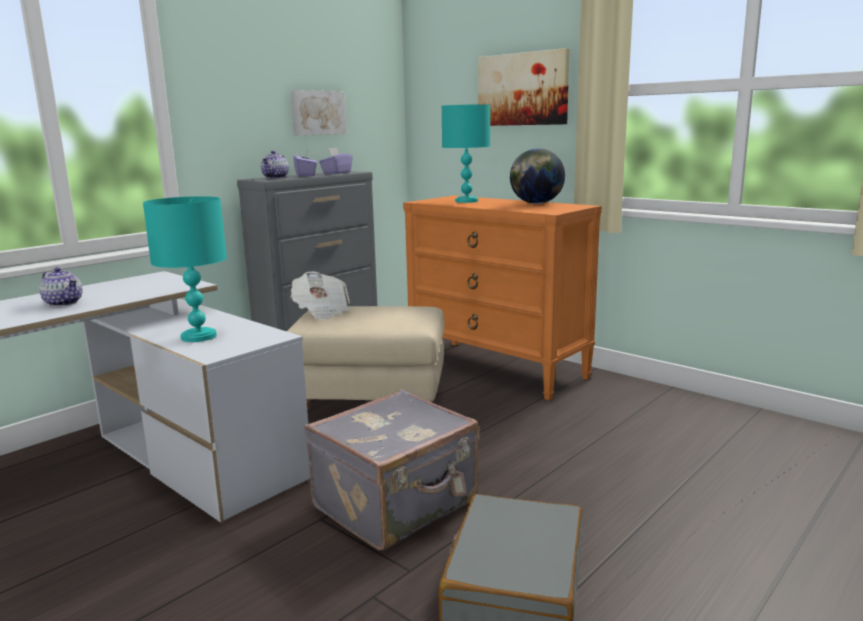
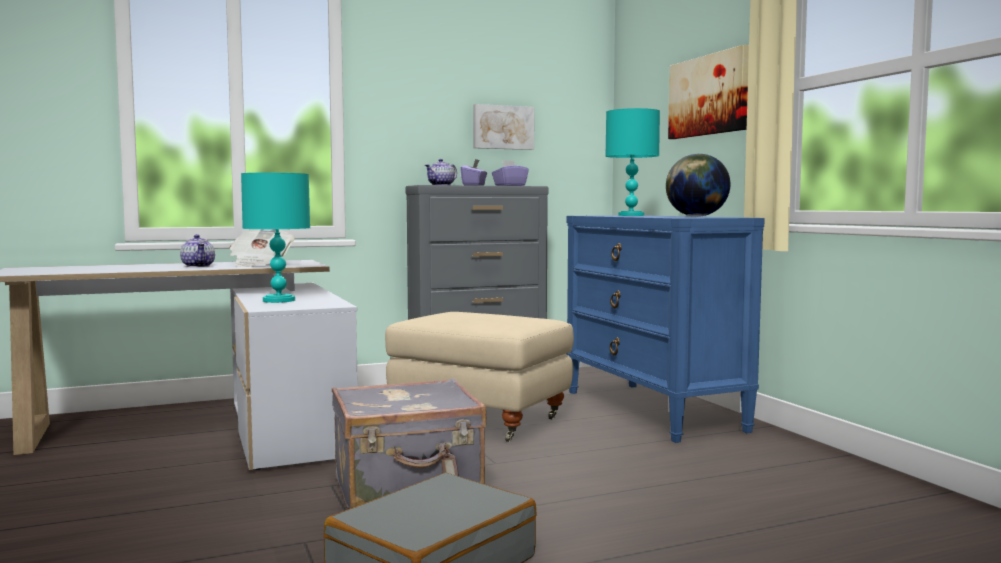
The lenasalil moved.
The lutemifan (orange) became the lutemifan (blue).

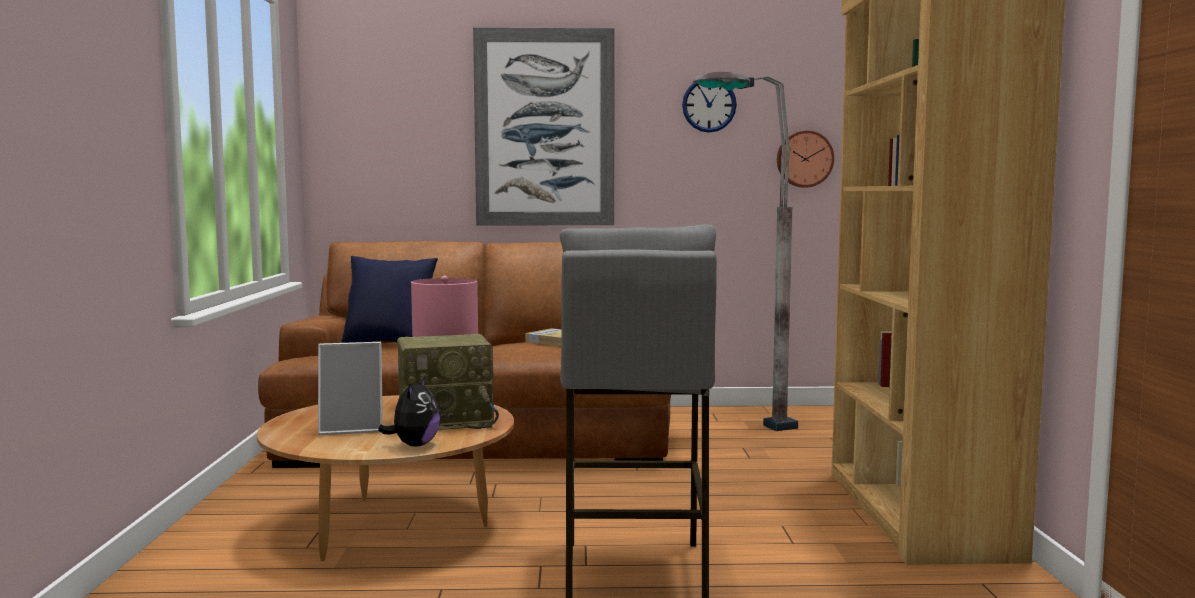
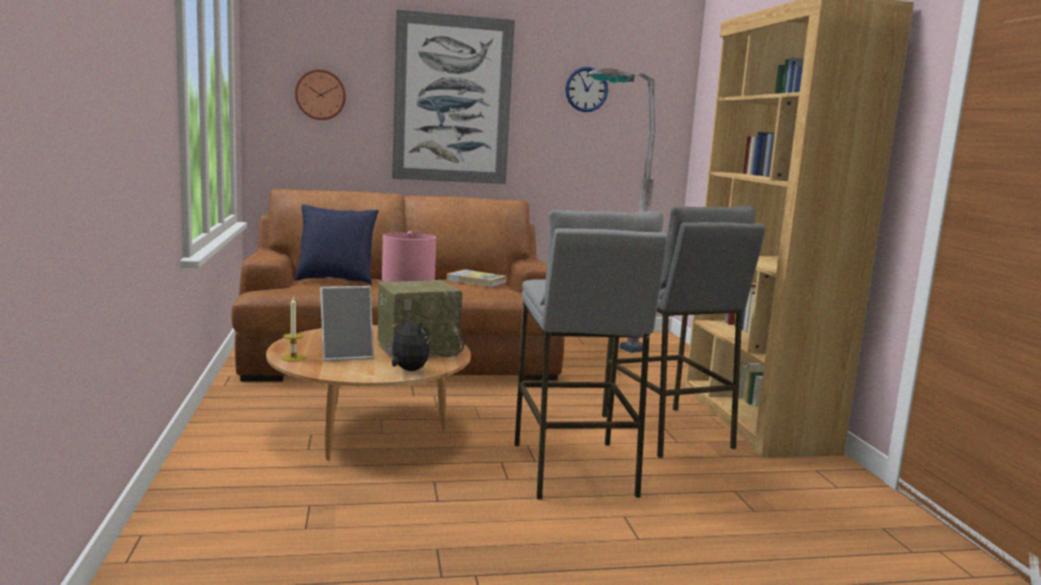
The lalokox appeared.
The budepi (no. 2 from left in the first image) moved.
The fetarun turned 45 degrees counterclockwise.
The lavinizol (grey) (no. 2 from left) appeared.

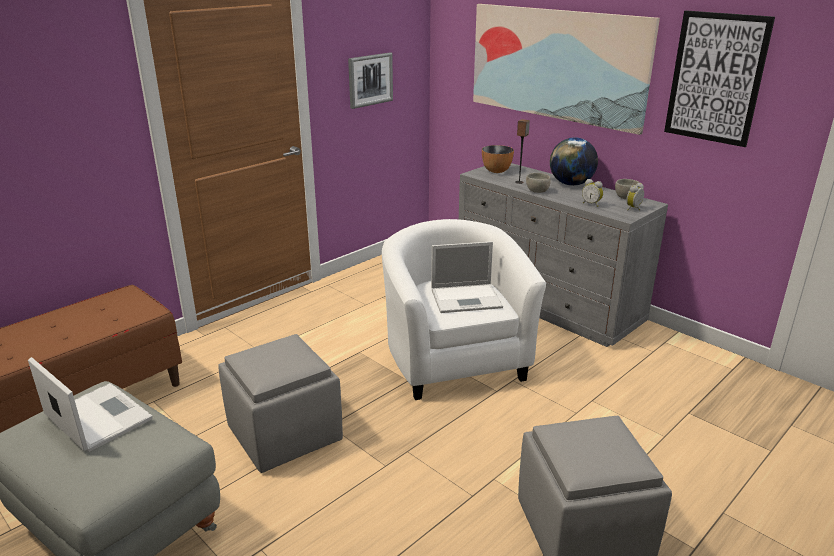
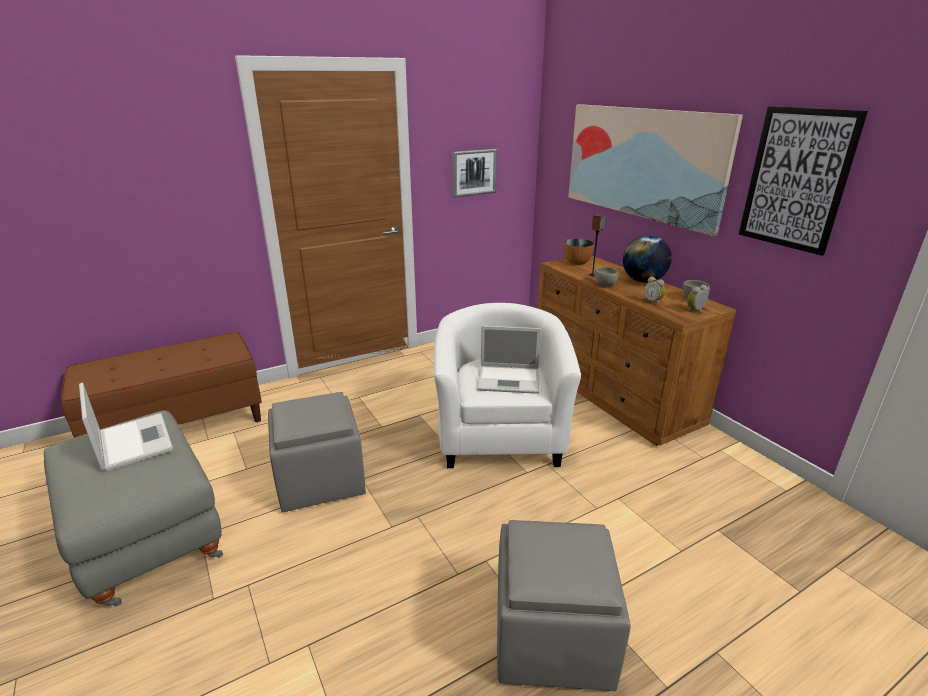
The lutemifan (grey) became the lutemifan (brown).

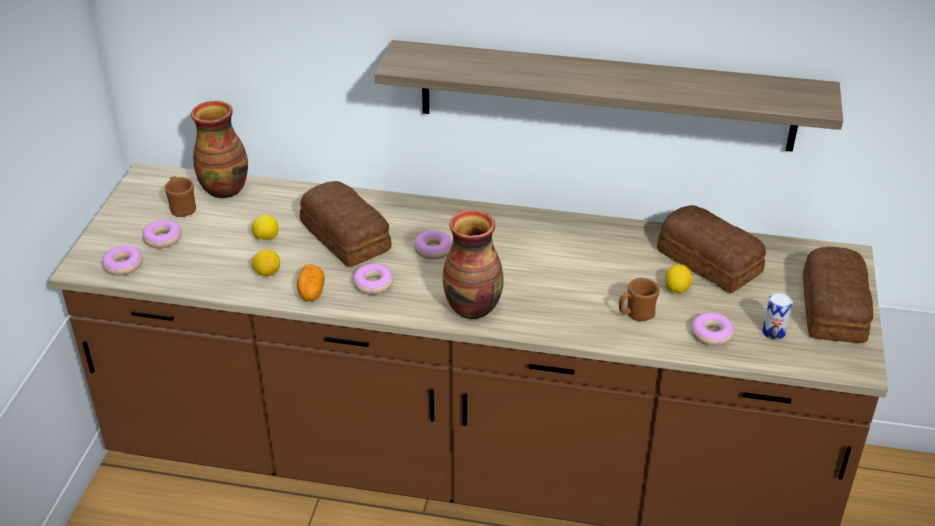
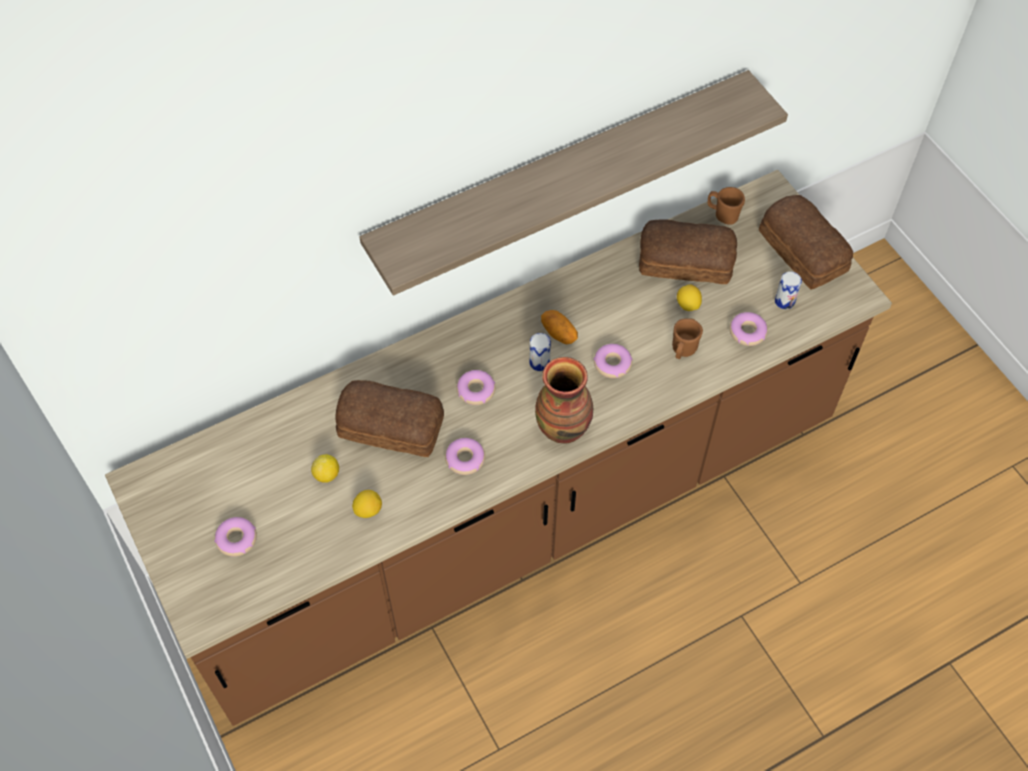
The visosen (no. 1 from left) appeared.
The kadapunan moved.
The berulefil (no. 1 from left in the first image) moved.
The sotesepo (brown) (no. 1 from left in the first image) moved.
The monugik (no. 1 from left) disappeared.

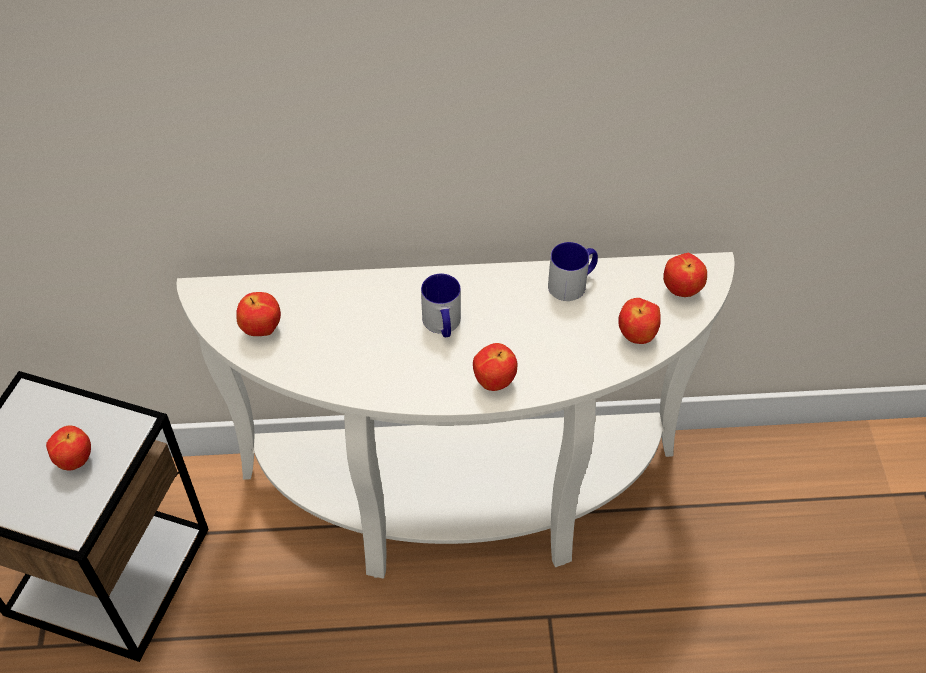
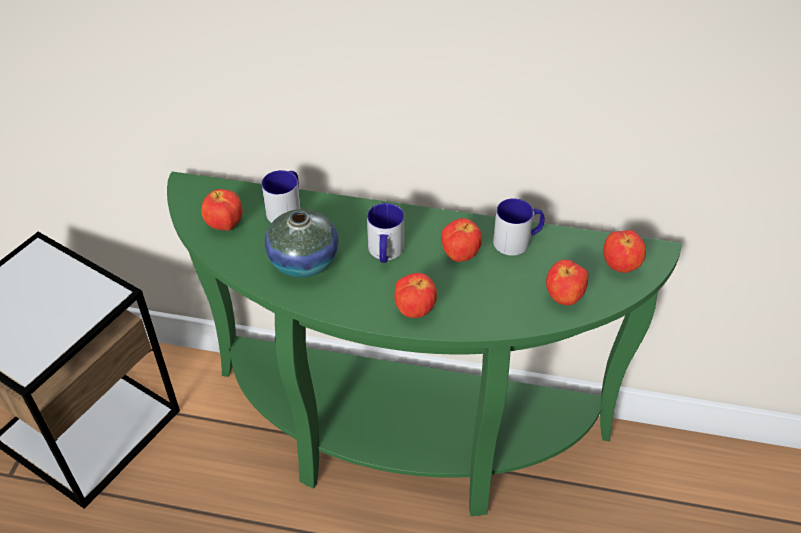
The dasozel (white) became the dasozel (green).
The sotesepo (no. 1 from left) appeared.
The monugik appeared.
The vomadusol (no. 1 from left in the first image) moved.

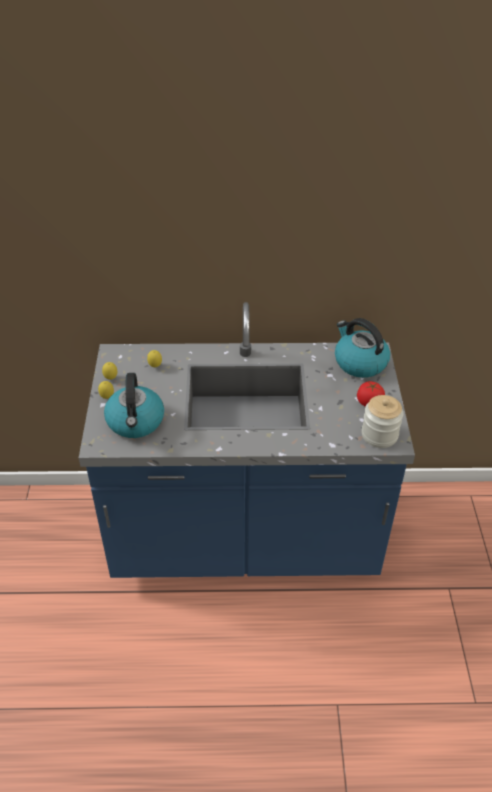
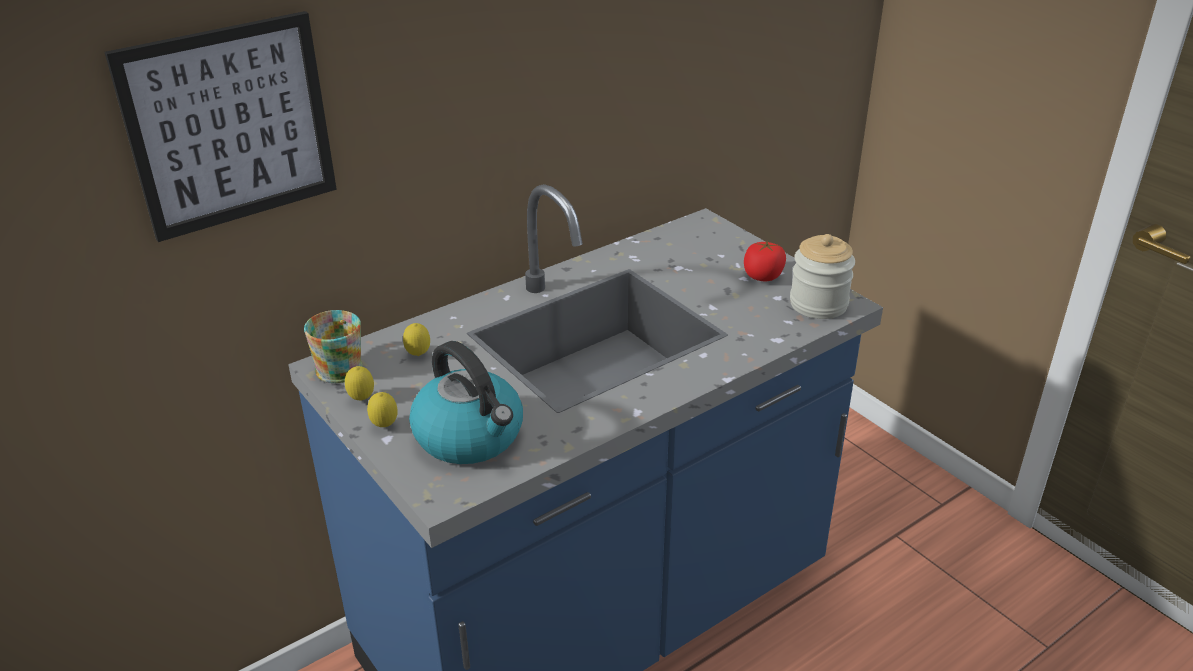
The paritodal appeared.
The sotesepo appeared.
The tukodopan (no. 2 from left) disappeared.

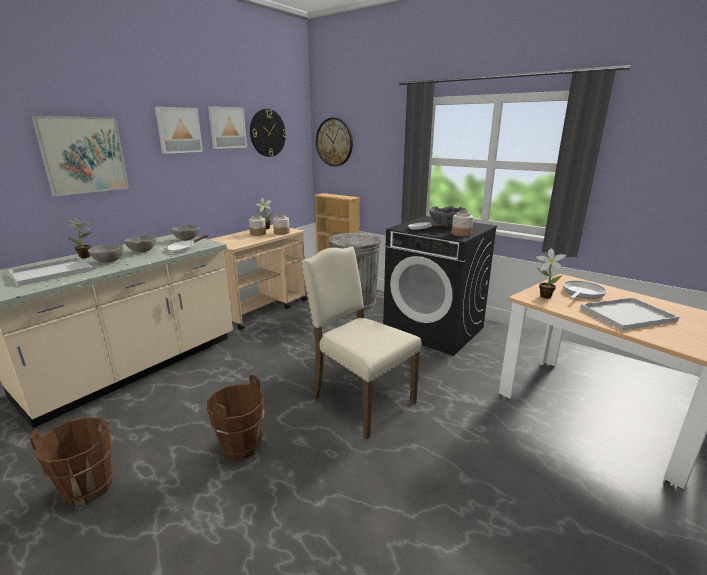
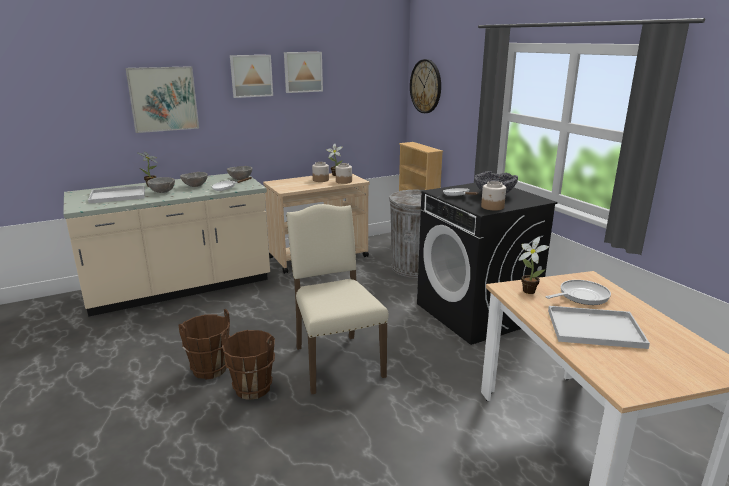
The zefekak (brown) (no. 1 from left in the first image) moved.
The budepi (no. 1 from left) disappeared.

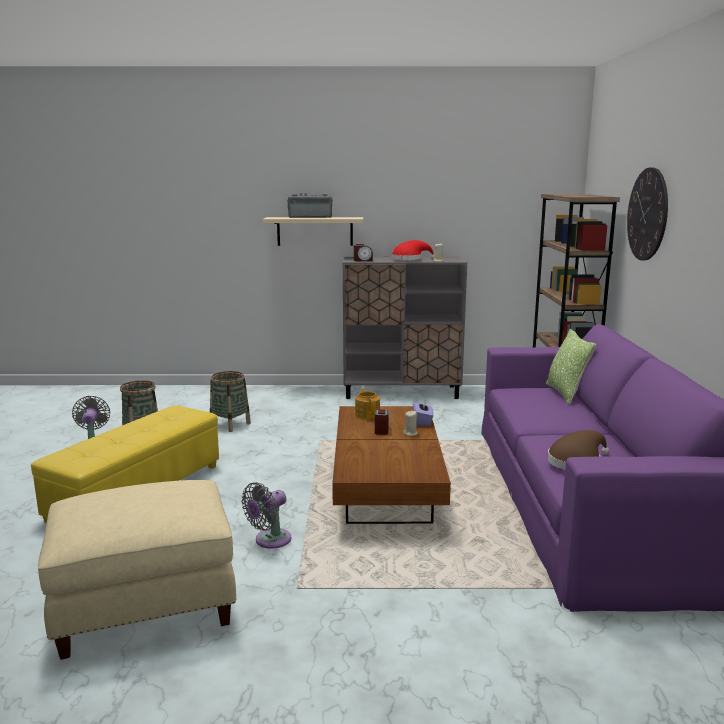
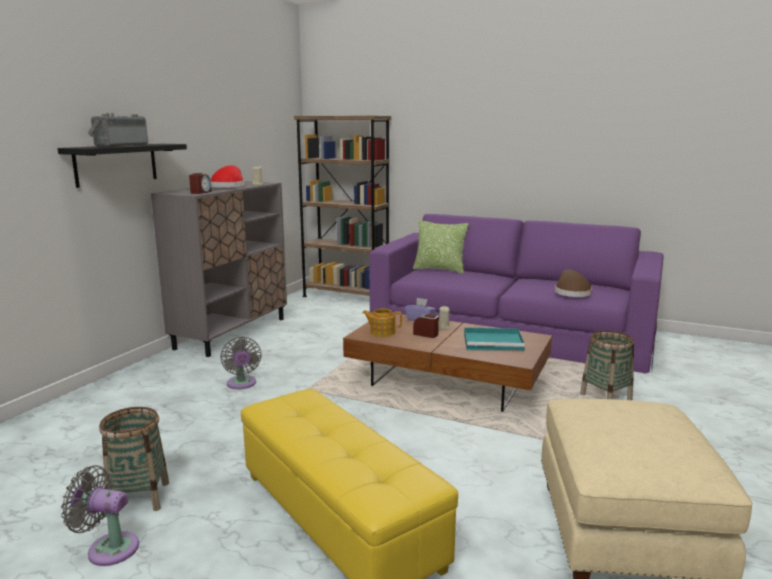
The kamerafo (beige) became the kamerafo (black).
The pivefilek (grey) (no. 2 from left) moved.
The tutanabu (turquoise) appeared.
The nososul (no. 2 from left) moved.
The budepi disappeared.

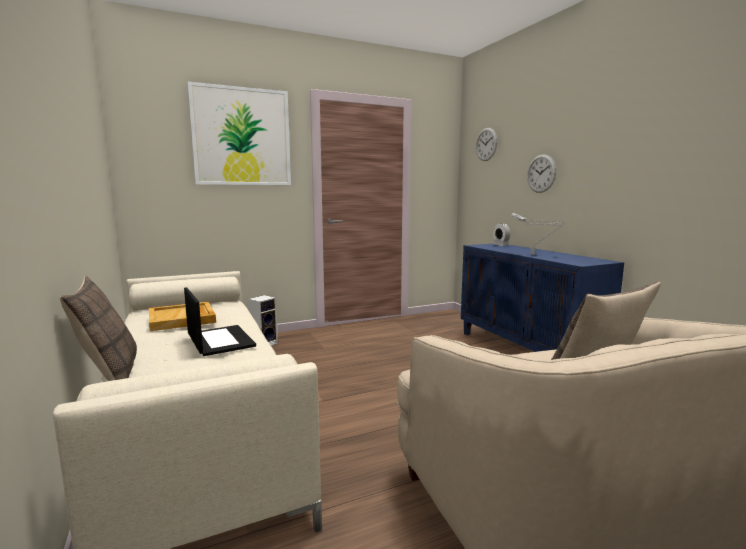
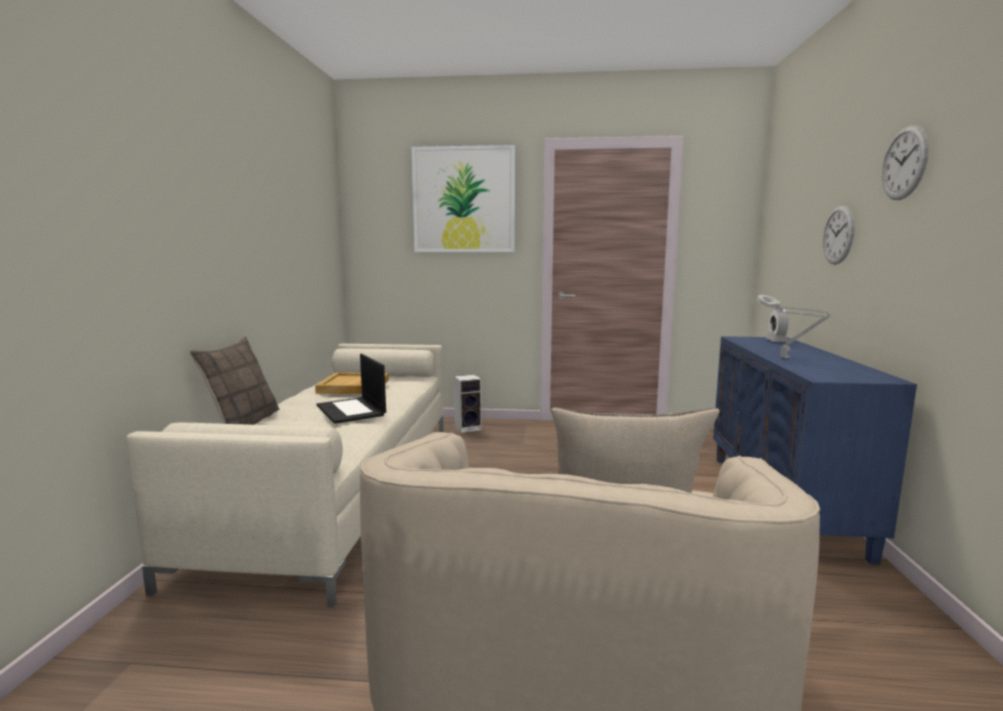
The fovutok turned 150 degrees clockwise.
The budepi (no. 1 from left in the first image) moved.

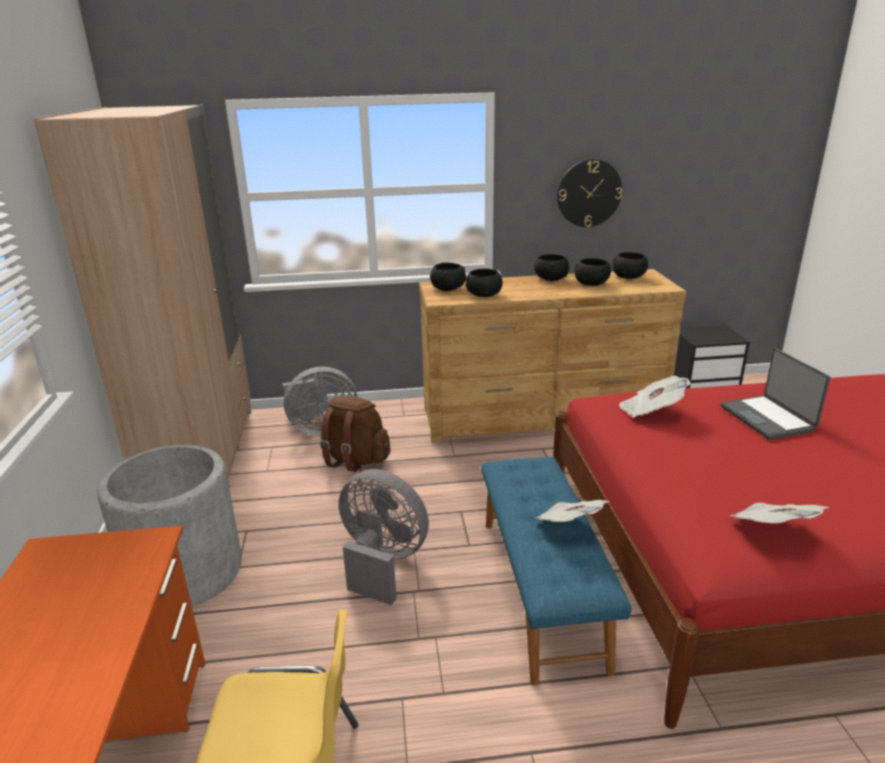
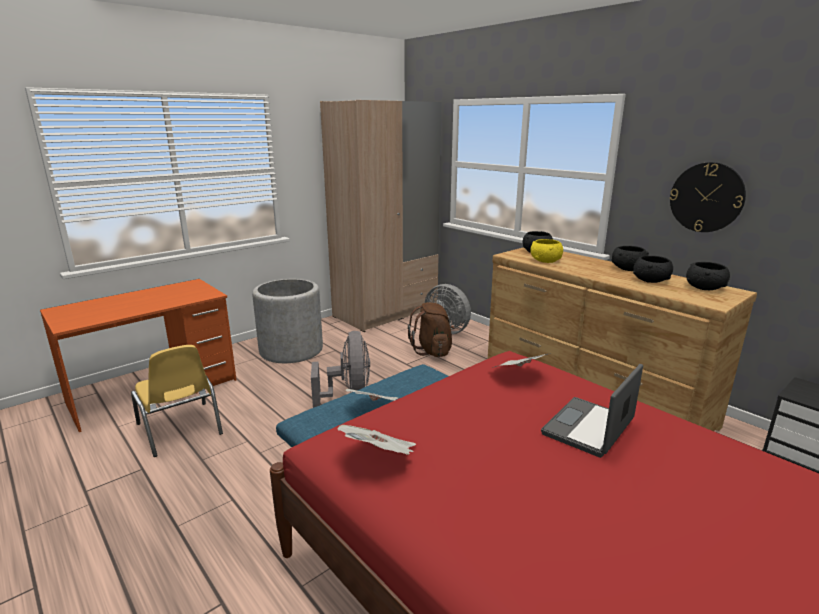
The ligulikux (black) (no. 2 from left) became the ligulikux (yellow).

